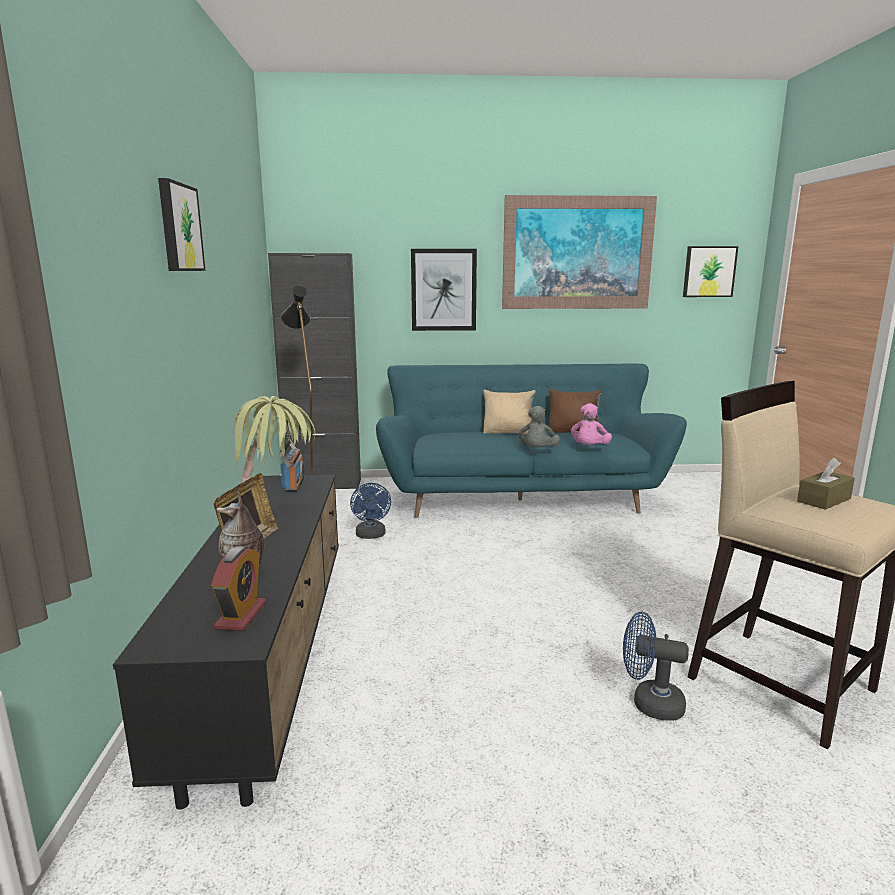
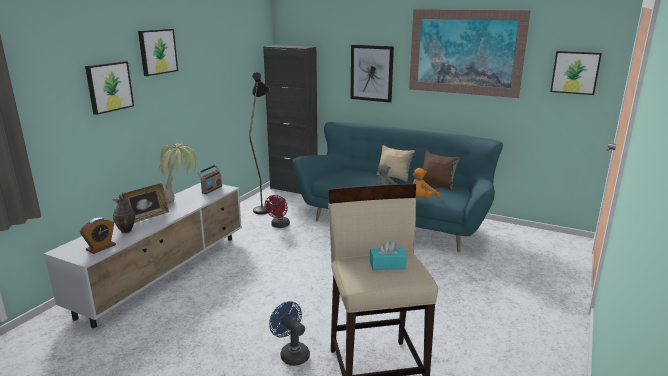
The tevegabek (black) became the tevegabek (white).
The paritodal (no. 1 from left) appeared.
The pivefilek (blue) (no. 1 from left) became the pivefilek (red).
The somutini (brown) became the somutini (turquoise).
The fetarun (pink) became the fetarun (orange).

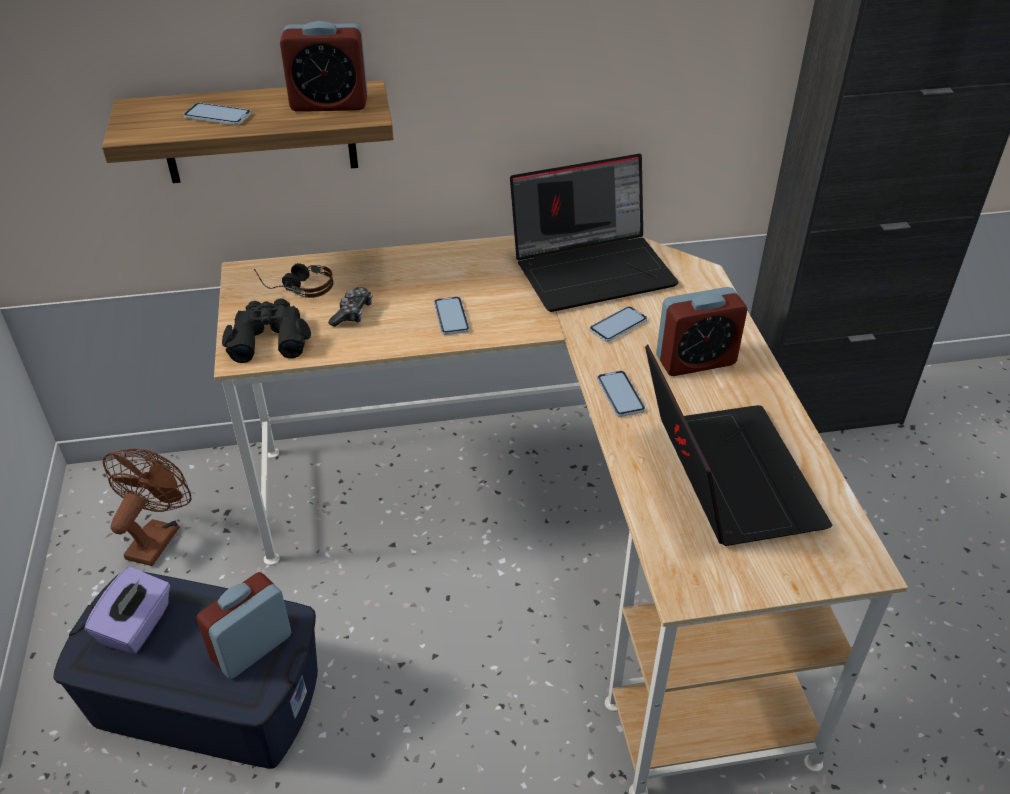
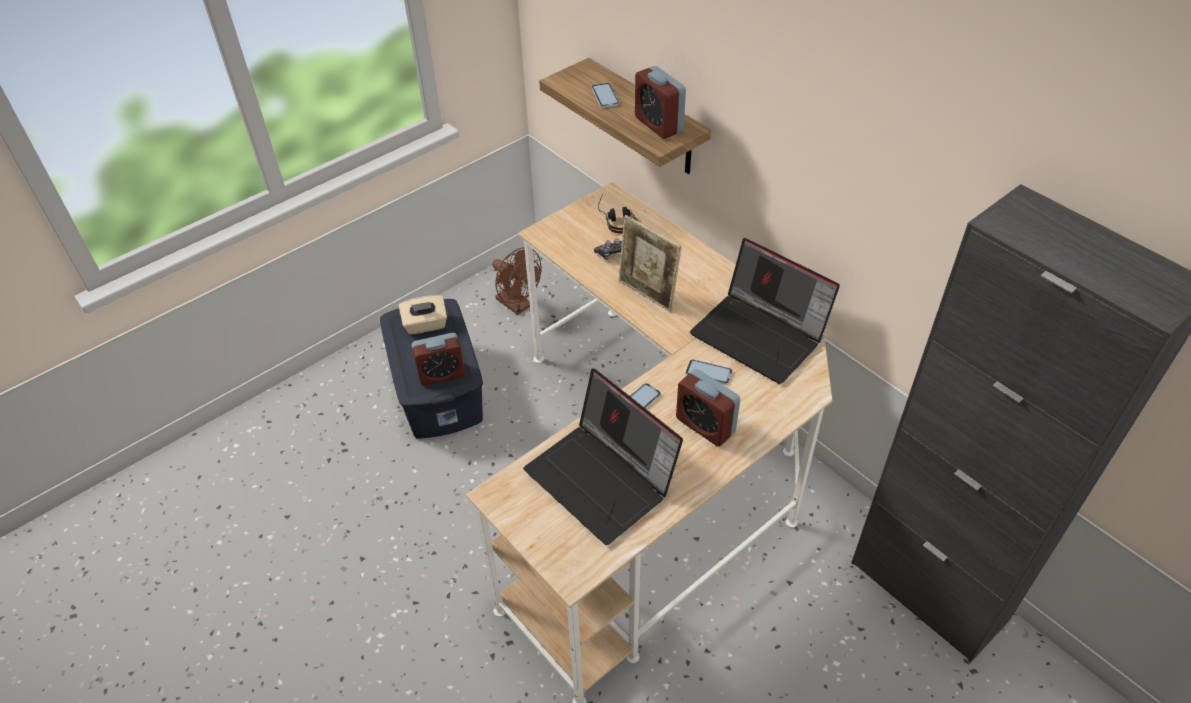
The somutini (purple) became the somutini (beige).
The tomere (no. 1 from left) turned 150 degrees clockwise.
The pivefilek (brown) turned 60 degrees clockwise.
The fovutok (no. 2 from left in the first image) turned 90 degrees clockwise.
The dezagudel (no. 2 from left) was replaced by the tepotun.
The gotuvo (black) disappeared.

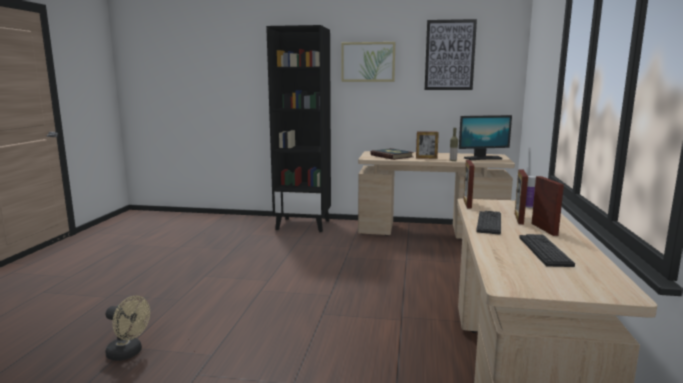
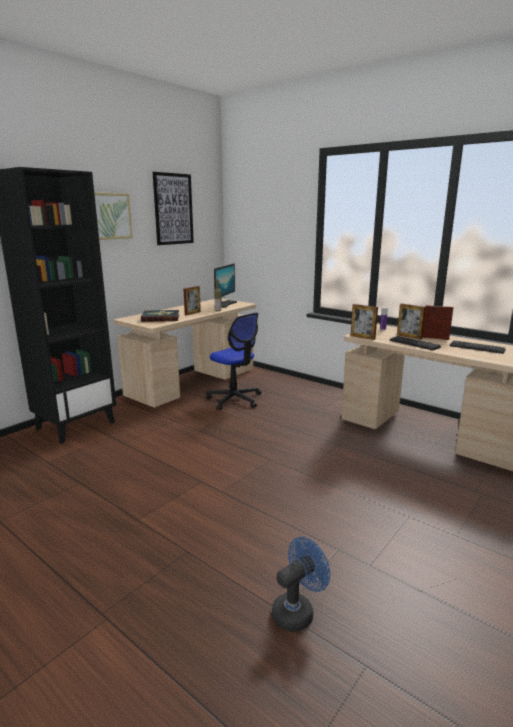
The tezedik appeared.
The pivefilek (beige) became the pivefilek (blue).

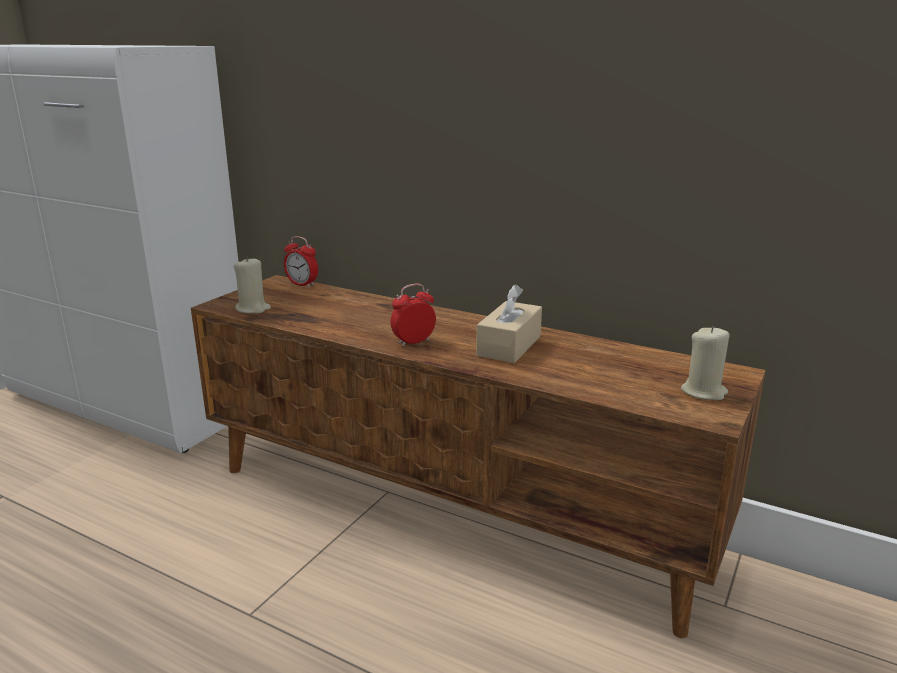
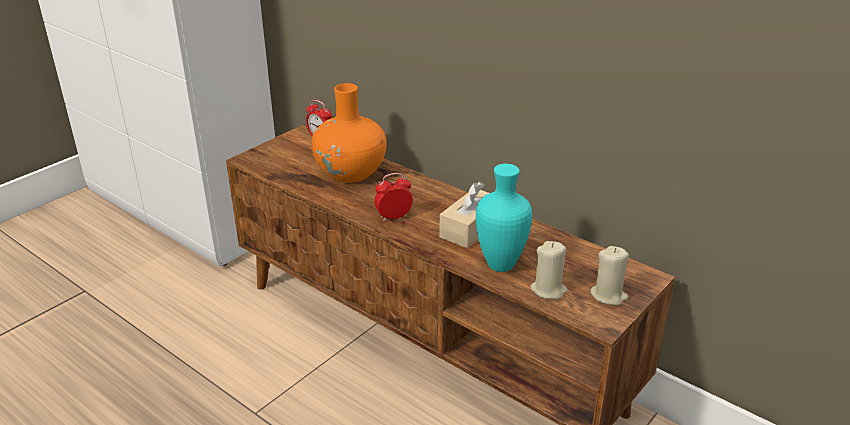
The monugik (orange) appeared.
The monugik (turquoise) appeared.
The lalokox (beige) (no. 1 from left) moved.

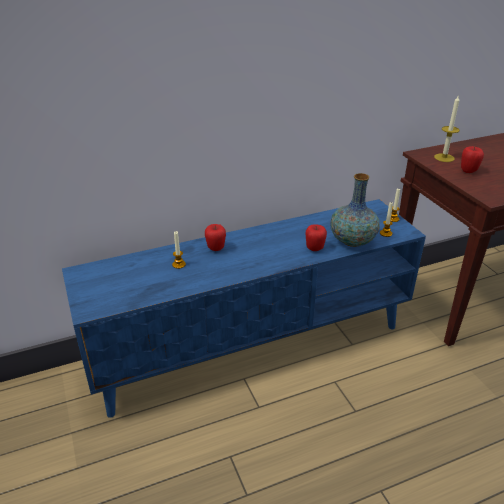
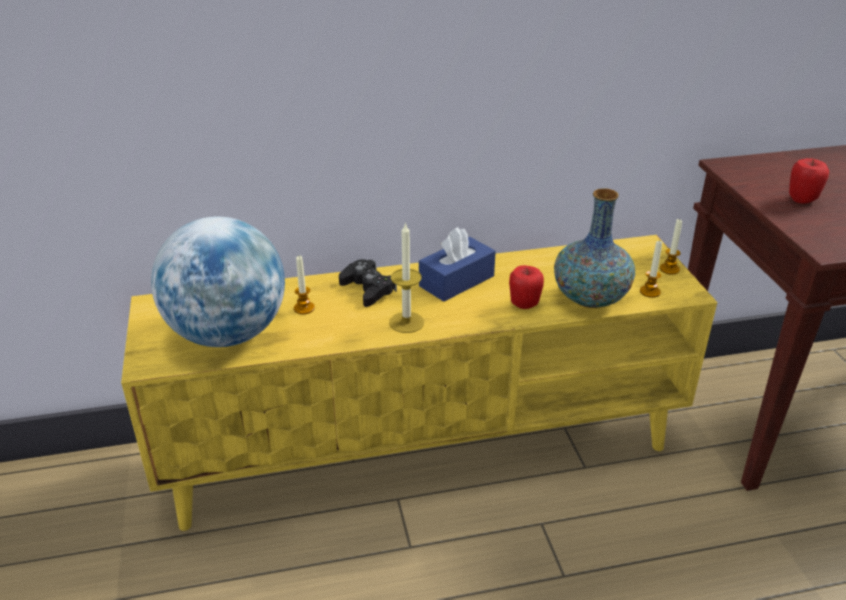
The tevegabek (blue) became the tevegabek (yellow).
The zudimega appeared.
The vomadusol (no. 1 from left) was replaced by the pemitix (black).
The lalokox (no. 4 from left in the first image) moved.
The somutini (blue) appeared.

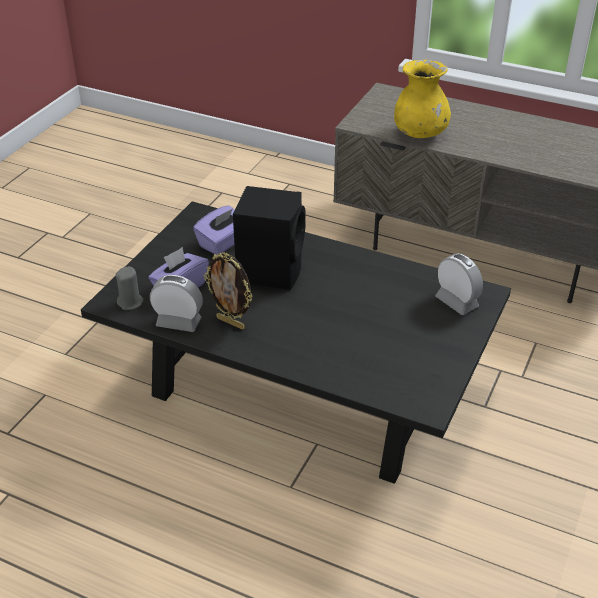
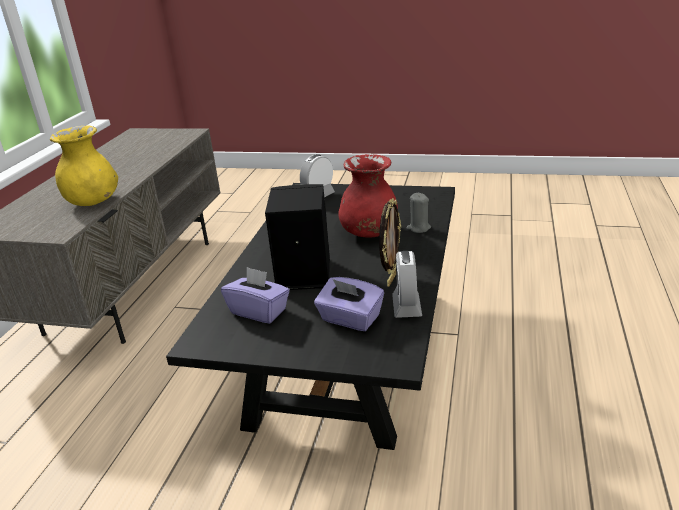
The monugik (red) appeared.
The lalokox (grey) moved.

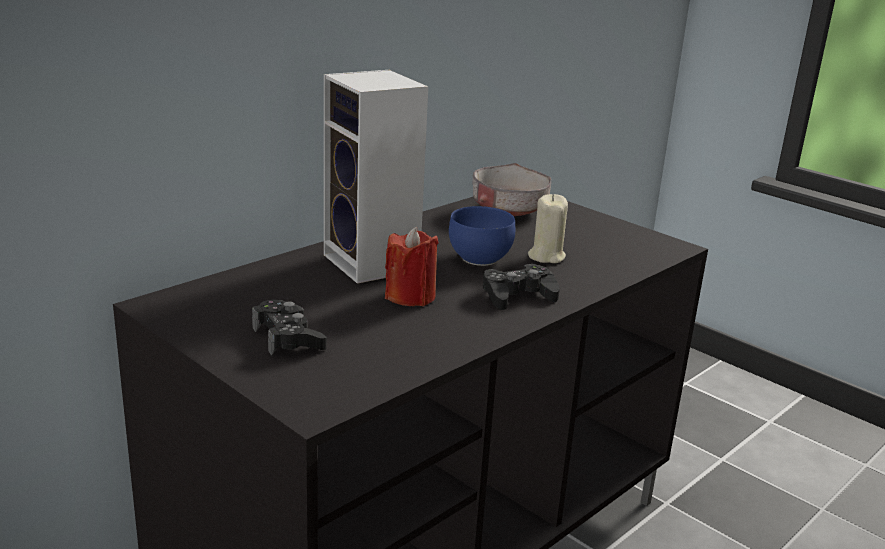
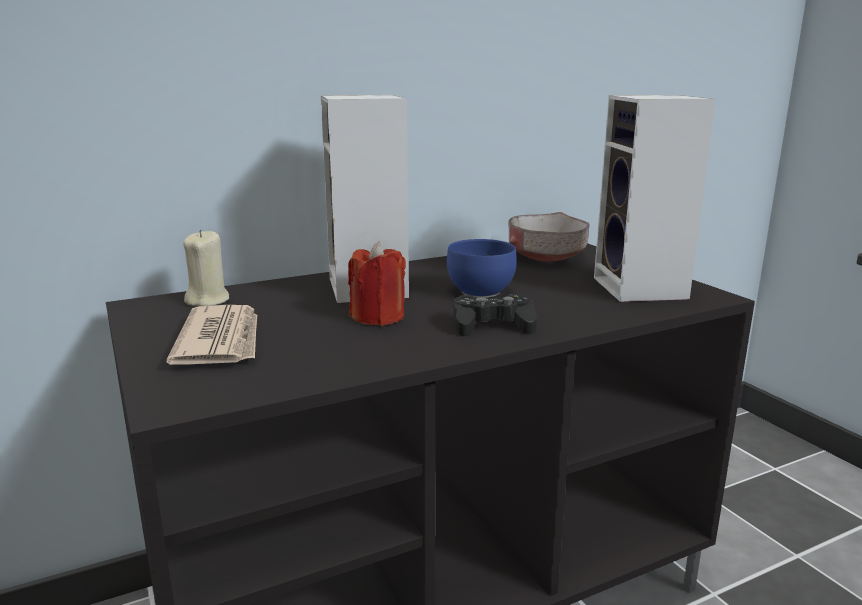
The pemitix (black) (no. 1 from left) was replaced by the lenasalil.
The lalokox (beige) moved.
The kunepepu (no. 2 from left) appeared.

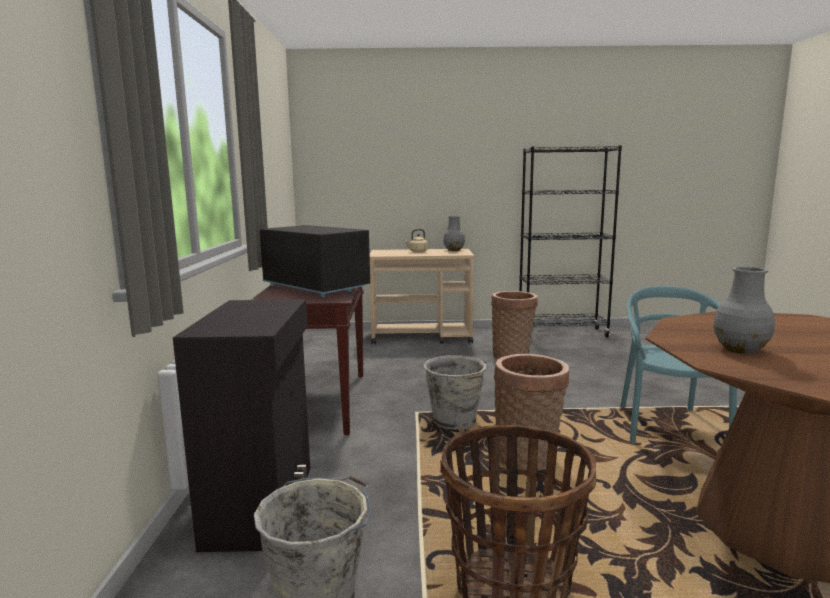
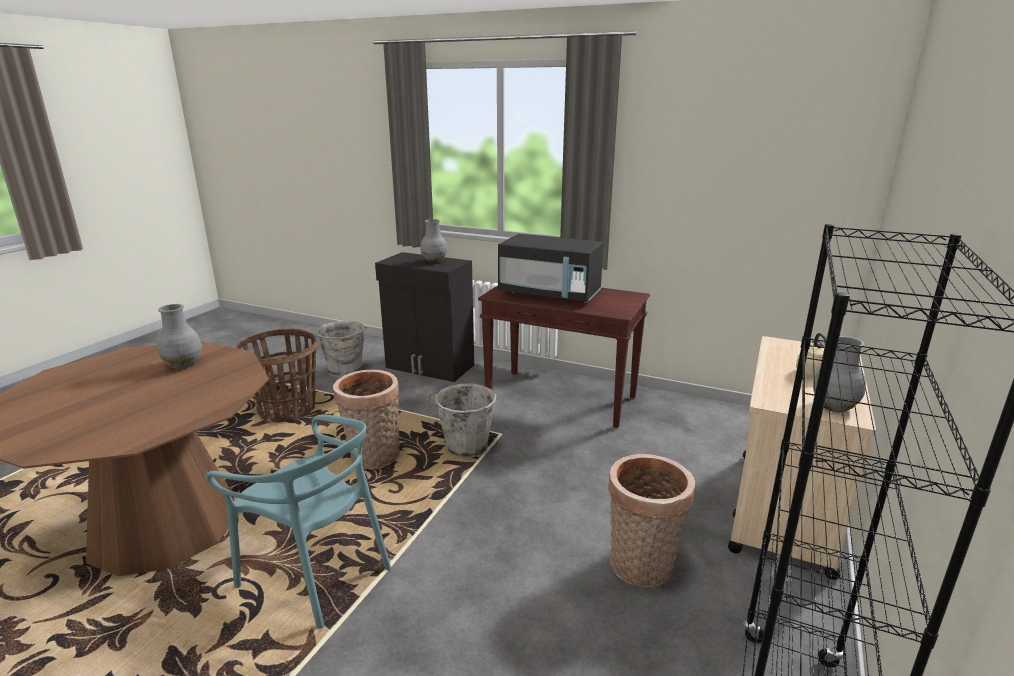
The monugik (grey) (no. 2 from left) appeared.
The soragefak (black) turned 45 degrees clockwise.

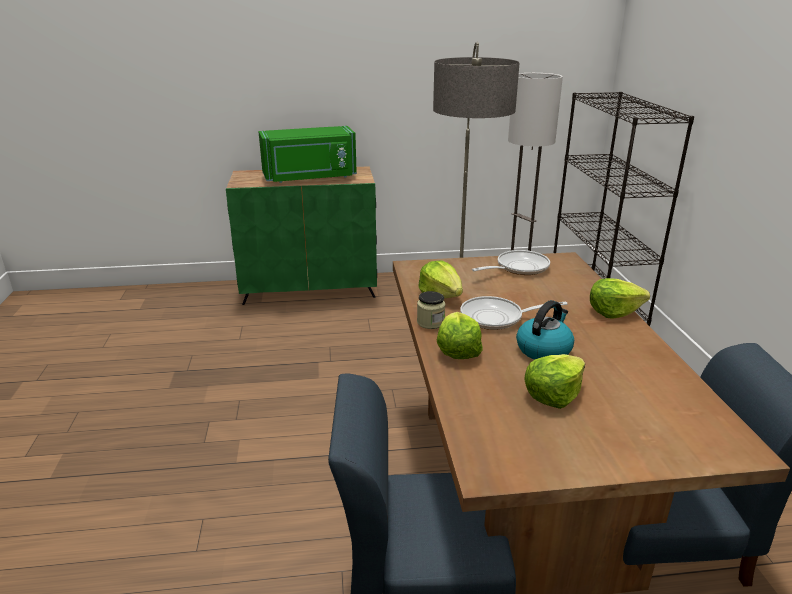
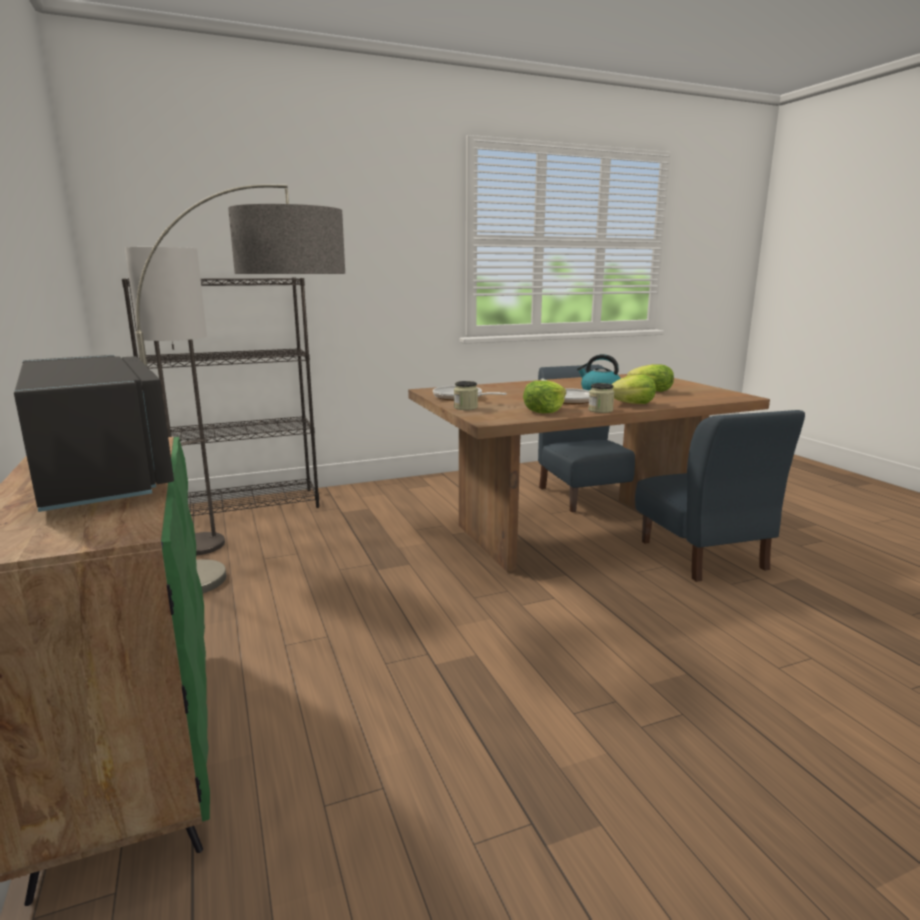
The soragefak (green) became the soragefak (black).
The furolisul (no. 1 from left) appeared.
The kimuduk (no. 4 from left) disappeared.

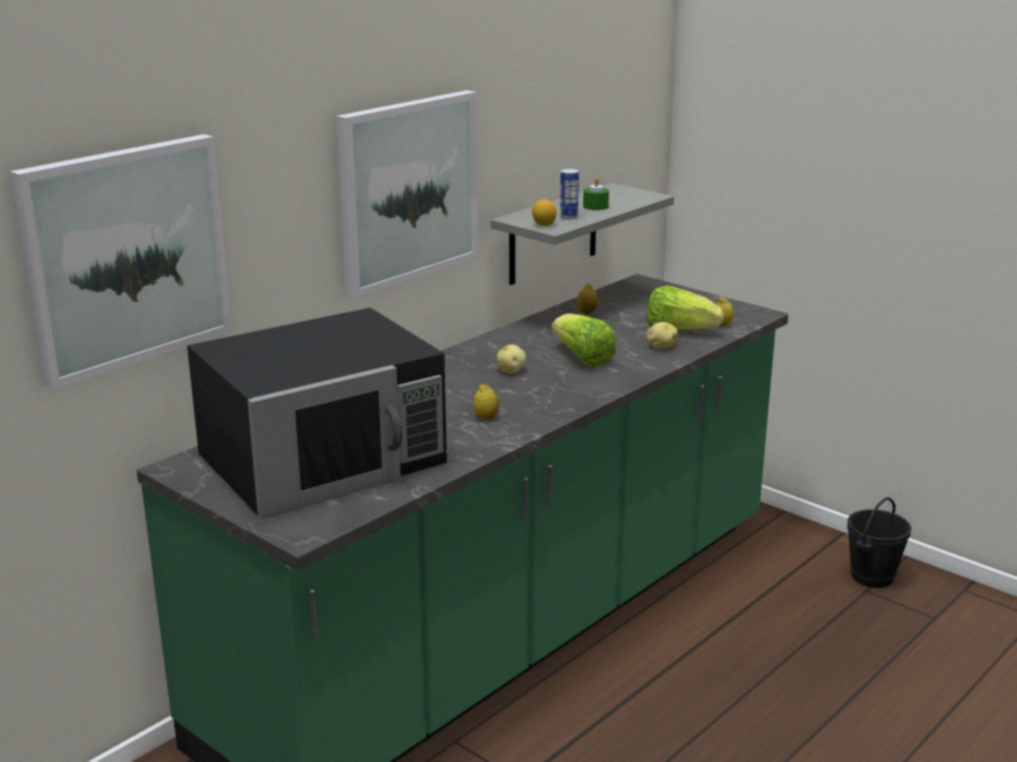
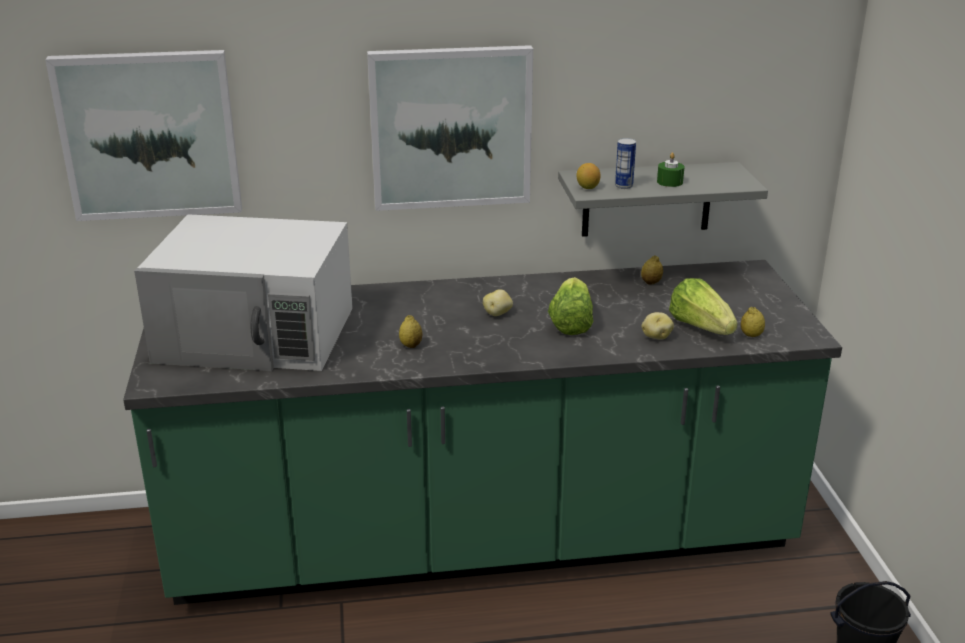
The soragefak (black) became the soragefak (white).

